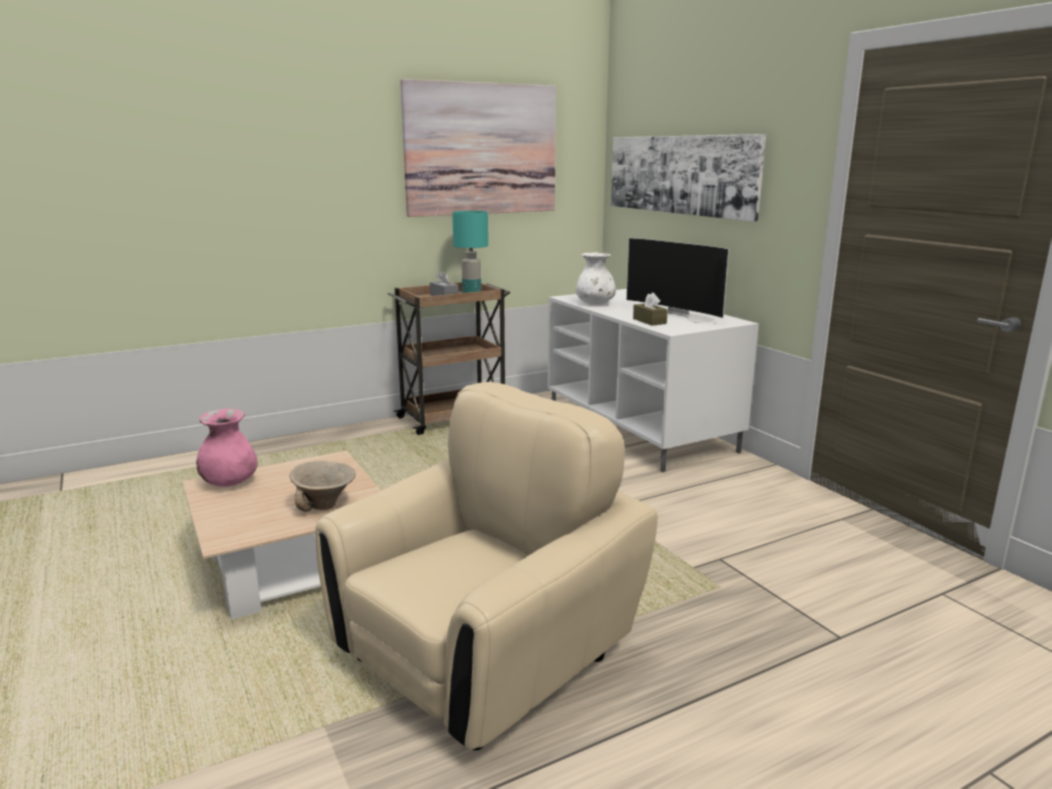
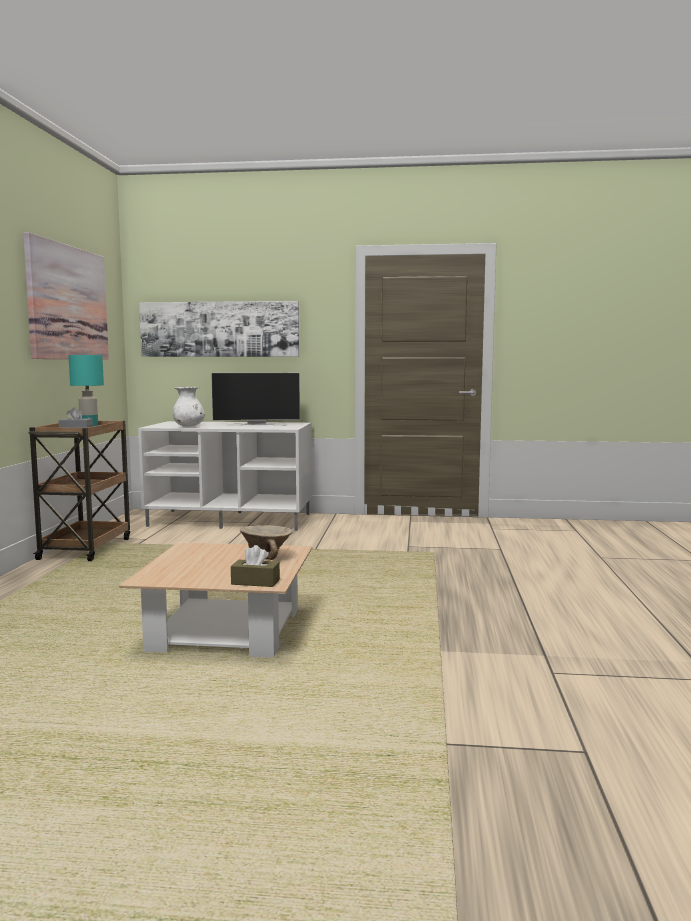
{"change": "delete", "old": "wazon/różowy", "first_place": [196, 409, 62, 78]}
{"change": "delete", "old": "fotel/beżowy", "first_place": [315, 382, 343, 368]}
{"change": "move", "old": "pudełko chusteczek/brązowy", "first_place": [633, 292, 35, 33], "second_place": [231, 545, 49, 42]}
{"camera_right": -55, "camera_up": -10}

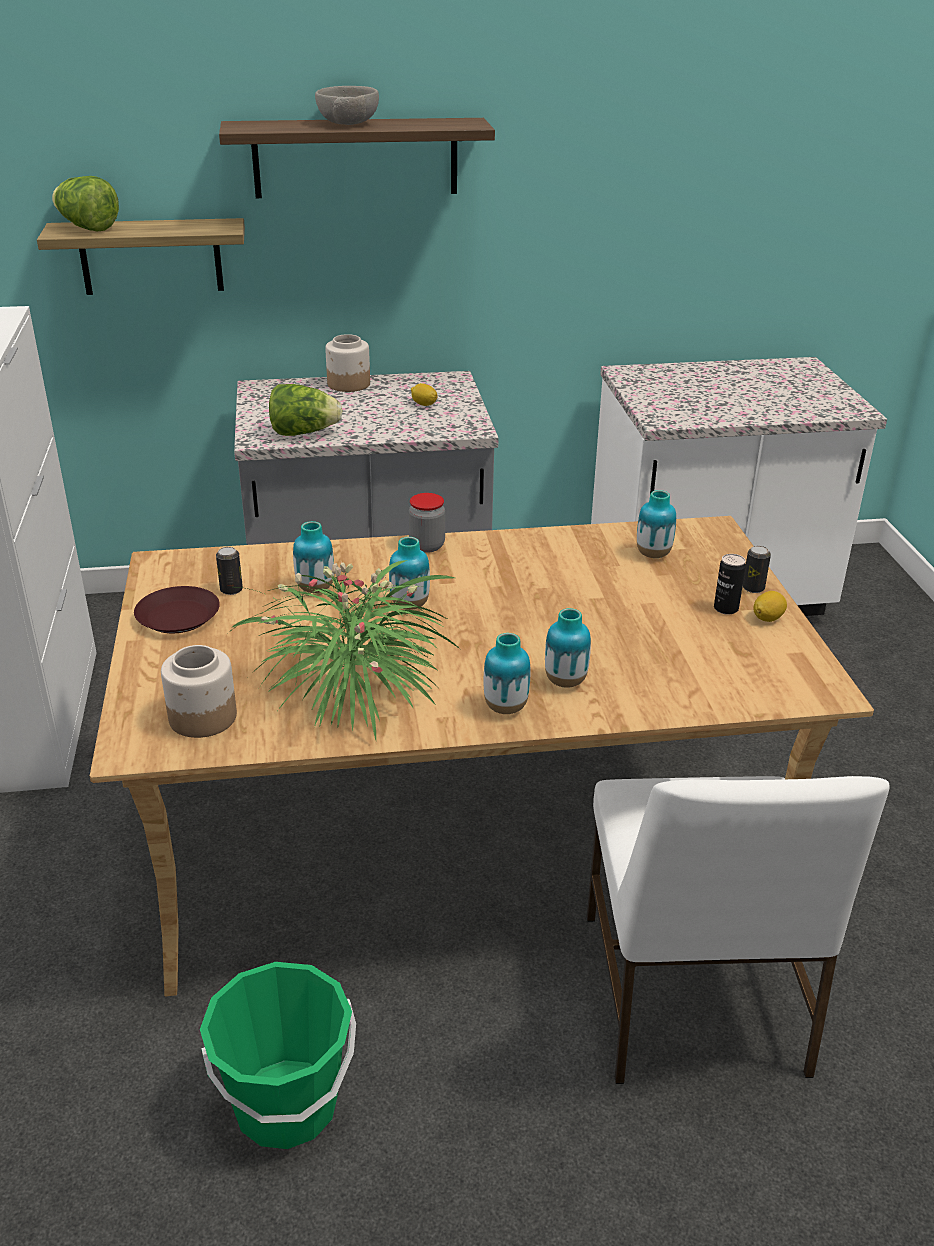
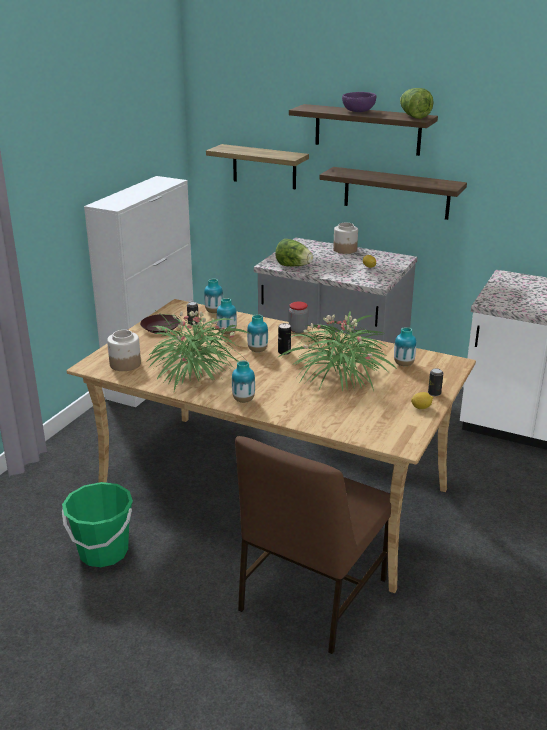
{"change": "move", "old": "sałata", "first_place": [52, 176, 67, 56], "second_place": [400, 88, 34, 31]}
{"change": "recolor", "old": "miska/szary", "new": "miska/fioletowy", "first_place": [315, 86, 64, 39], "second_place": [342, 92, 34, 20]}
{"change": "move", "old": "wazon", "first_place": [545, 608, 46, 80], "second_place": [204, 279, 19, 34]}
{"change": "recolor", "old": "krzesło/biały", "new": "krzesło/brązowy", "first_place": [587, 776, 303, 308], "second_place": [235, 436, 156, 218]}
{"change": "move", "old": "puszka", "first_place": [714, 554, 32, 61], "second_place": [278, 323, 13, 32]}
{"change": "insert", "new": "roślina doniczkowa", "second_place": [277, 311, 121, 80]}
{"change": "insert", "new": "półka", "second_place": [319, 167, 148, 53]}
{"camera_right": 35, "camera_up": -5}

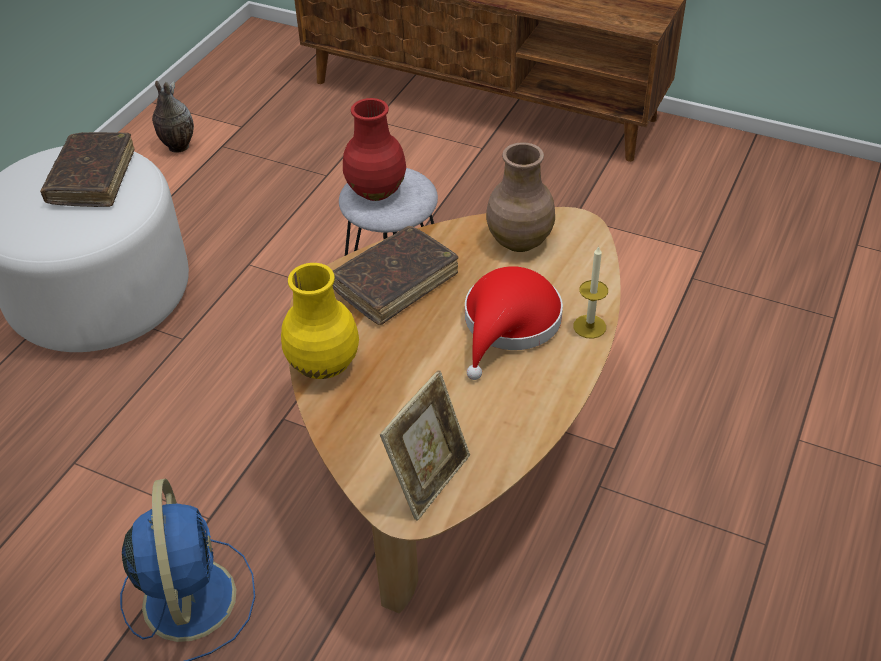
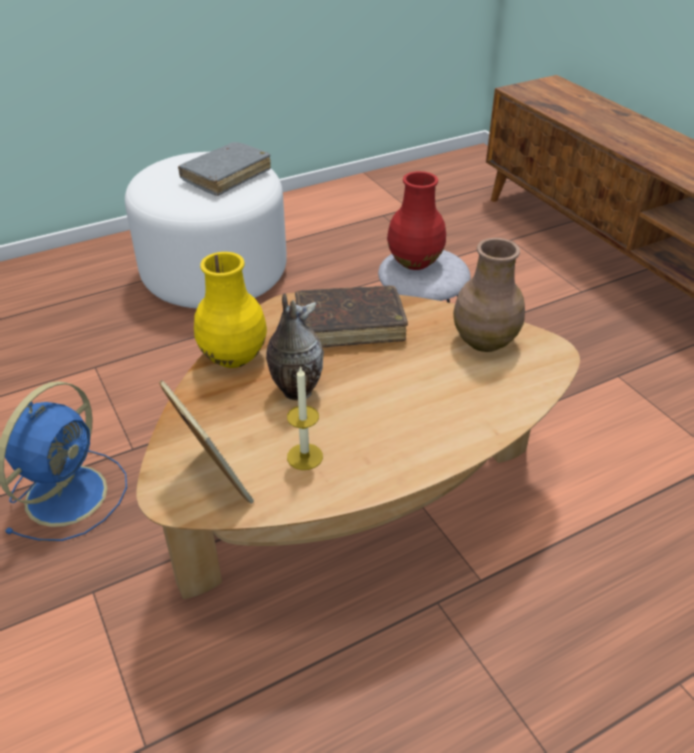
{"change": "recolor", "old": "książka/brązowy", "new": "książka/szary", "first_place": [40, 132, 94, 75], "second_place": [178, 142, 93, 54]}
{"change": "move", "old": "wazon", "first_place": [152, 81, 42, 72], "second_place": [266, 293, 58, 107]}
{"change": "rotate", "old": "ramka na zdjęcie", "first_place": [380, 370, 90, 151], "second_place": [159, 380, 95, 124], "degrees": -105}
{"change": "delete", "old": "kapelusz/czerwony", "first_place": [465, 266, 98, 114]}
{"change": "move", "old": "świeca", "first_place": [573, 246, 35, 93], "second_place": [287, 366, 36, 104]}
{"camera_right": 35, "camera_up": -5}

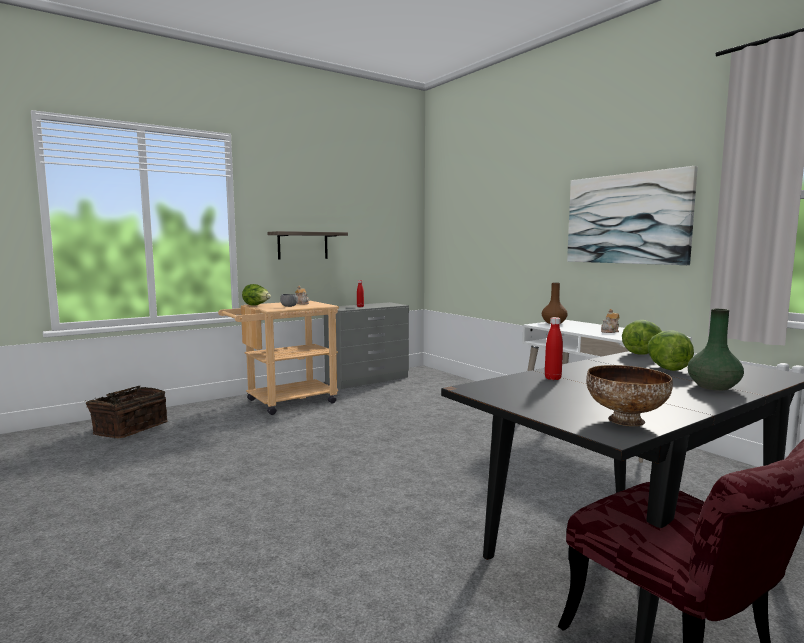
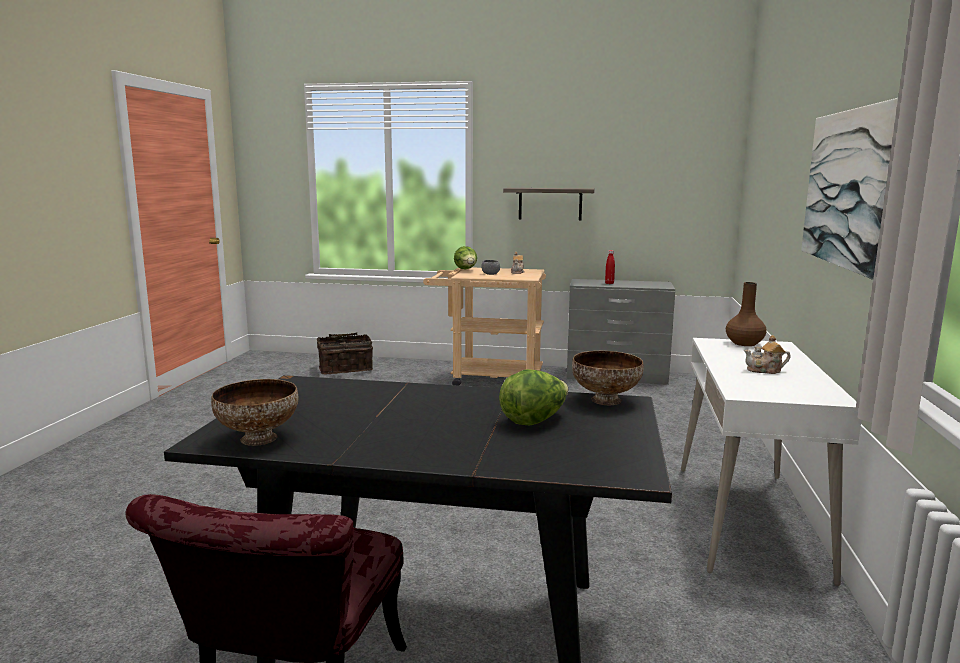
{"change": "delete", "old": "butelka/czerwony", "first_place": [545, 317, 18, 63]}
{"change": "replace", "old": "sałata", "new": "miska", "first_place": [622, 320, 40, 35], "second_place": [572, 351, 72, 54]}
{"change": "delete", "old": "wazon/zielony", "first_place": [688, 308, 56, 83]}
{"camera_right": 45, "camera_up": 5}

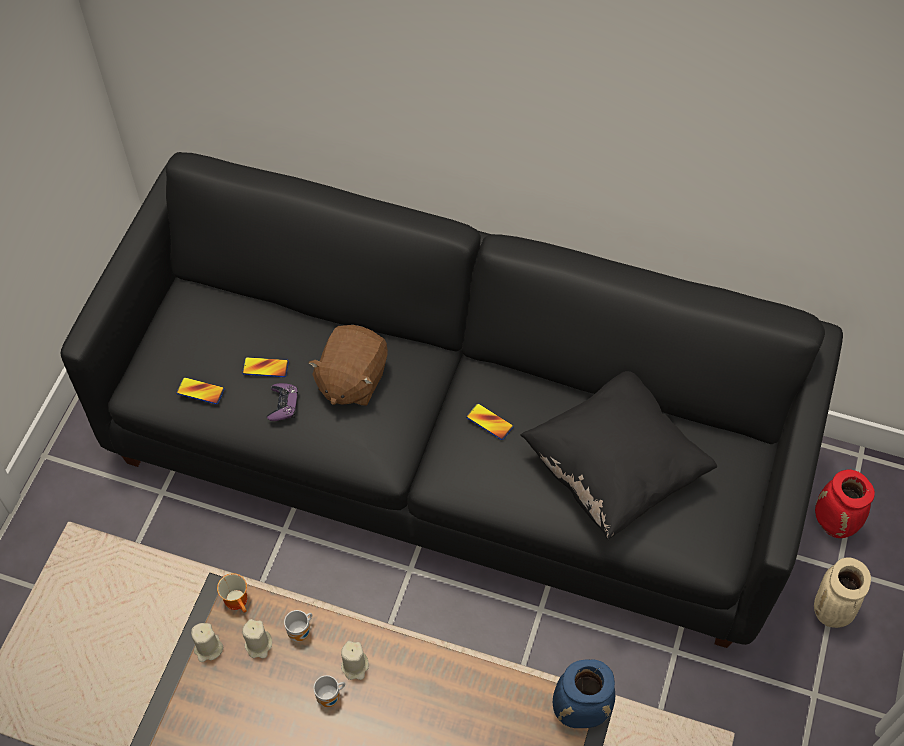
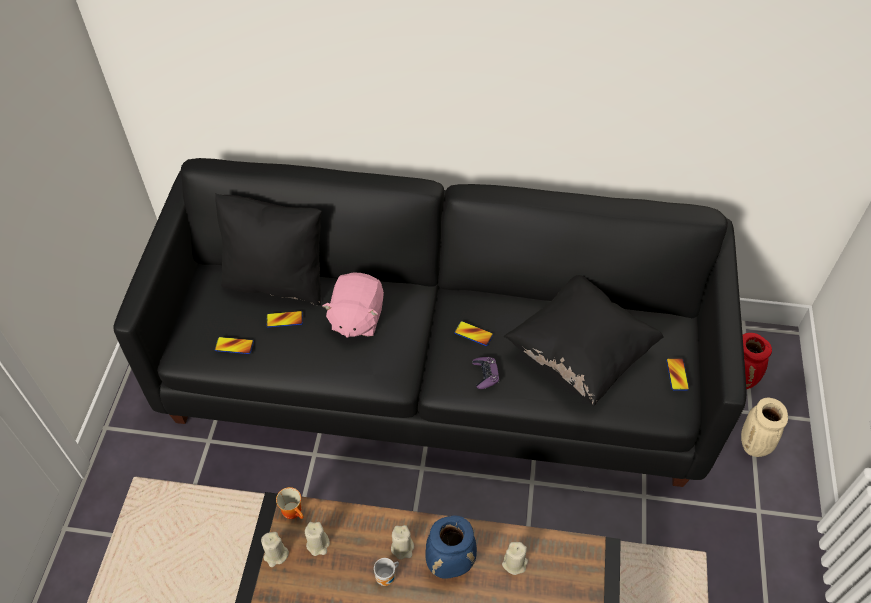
{"change": "move", "old": "pad do gier/fioletowy", "first_place": [267, 383, 31, 38], "second_place": [472, 357, 28, 32]}
{"change": "delete", "old": "kubek", "first_place": [284, 610, 28, 32]}
{"change": "recolor", "old": "pluszak/brązowy", "new": "pluszak/różowy", "first_place": [308, 325, 80, 81], "second_place": [322, 272, 62, 66]}
{"change": "move", "old": "wazon/niebieski", "first_place": [553, 659, 62, 69], "second_place": [425, 516, 52, 63]}
{"change": "insert", "new": "poduszka/czarny", "second_place": [215, 193, 107, 112]}
{"change": "insert", "new": "świeca/beżowy", "second_place": [502, 542, 26, 33]}
{"change": "insert", "new": "telefon", "second_place": [666, 358, 23, 32]}
{"camera_right": -10, "camera_up": -5}

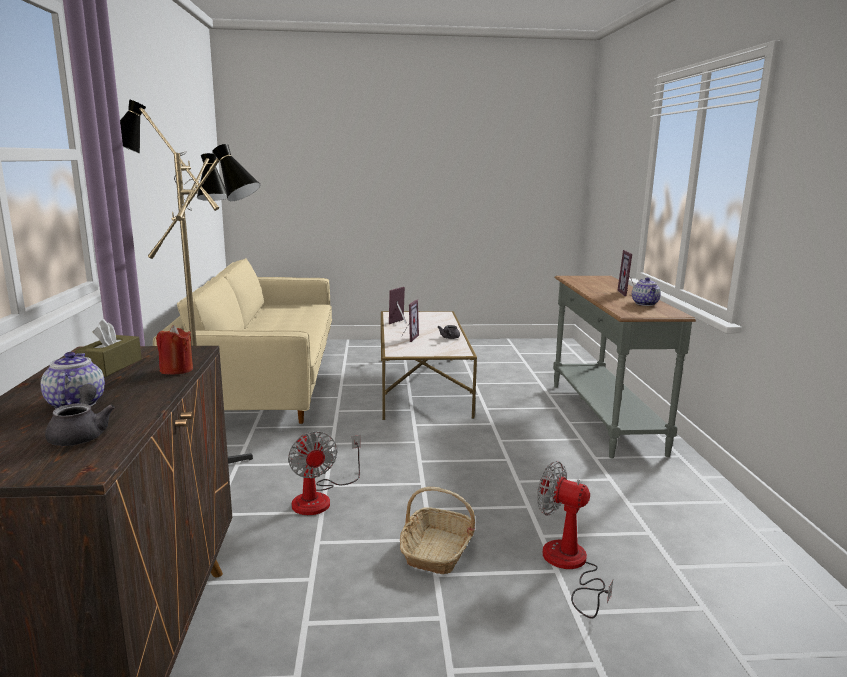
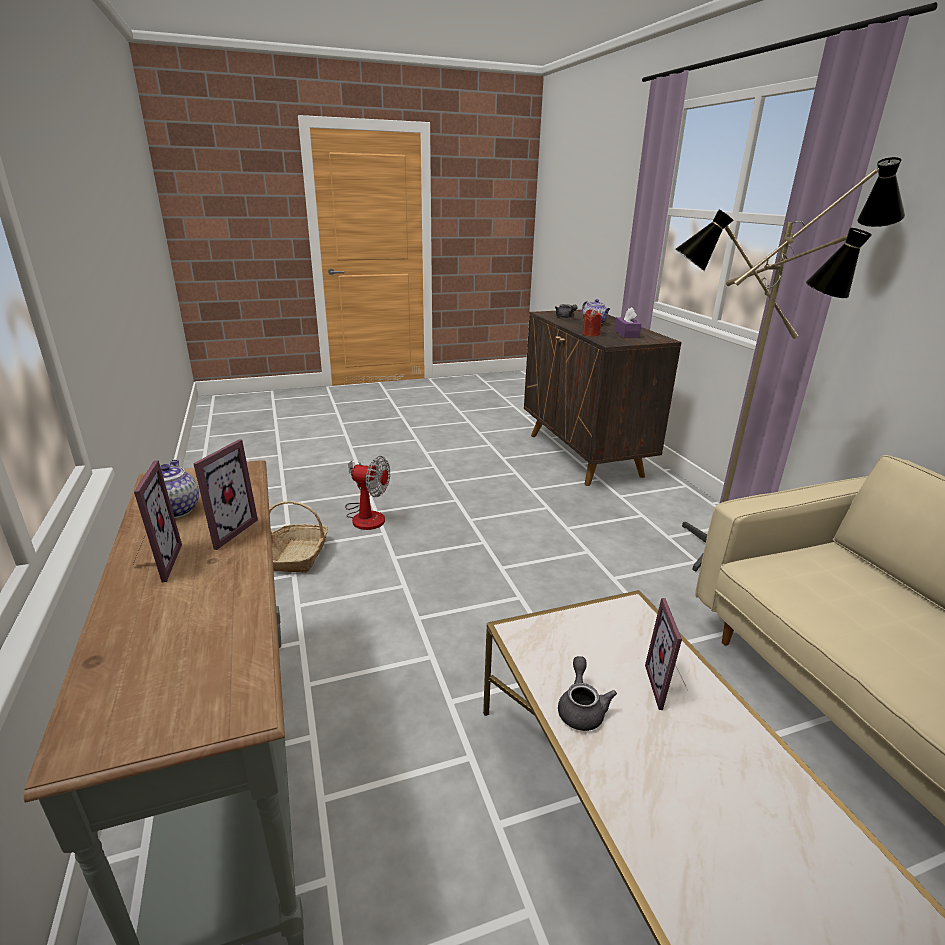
{"change": "recolor", "old": "pudełko chusteczek/brązowy", "new": "pudełko chusteczek/fioletowy", "first_place": [75, 319, 67, 58], "second_place": [615, 307, 26, 31]}
{"change": "delete", "old": "wentylator", "first_place": [288, 431, 73, 84]}
{"change": "move", "old": "ramka na zdjęcie", "first_place": [389, 287, 18, 37], "second_place": [193, 439, 65, 111]}
{"change": "move", "old": "koszyk", "first_place": [400, 487, 75, 87], "second_place": [269, 501, 59, 72]}
{"camera_right": 165, "camera_up": 10}

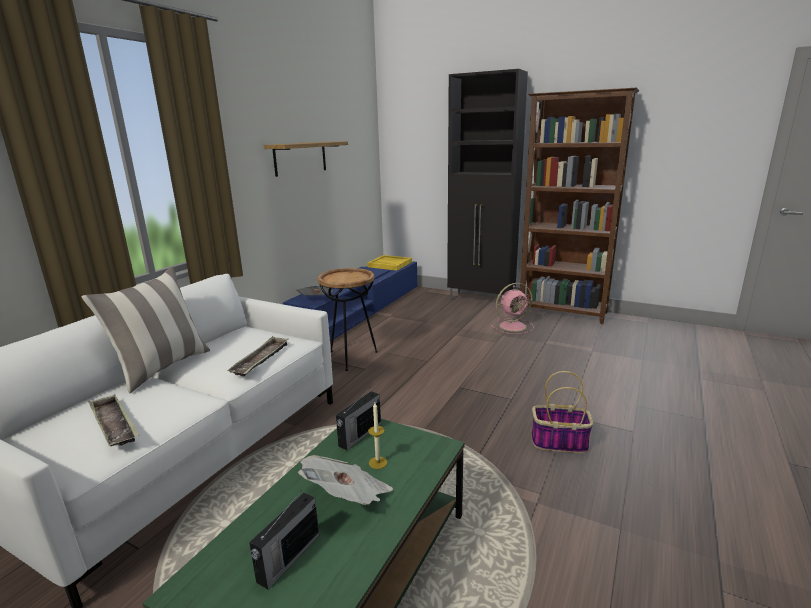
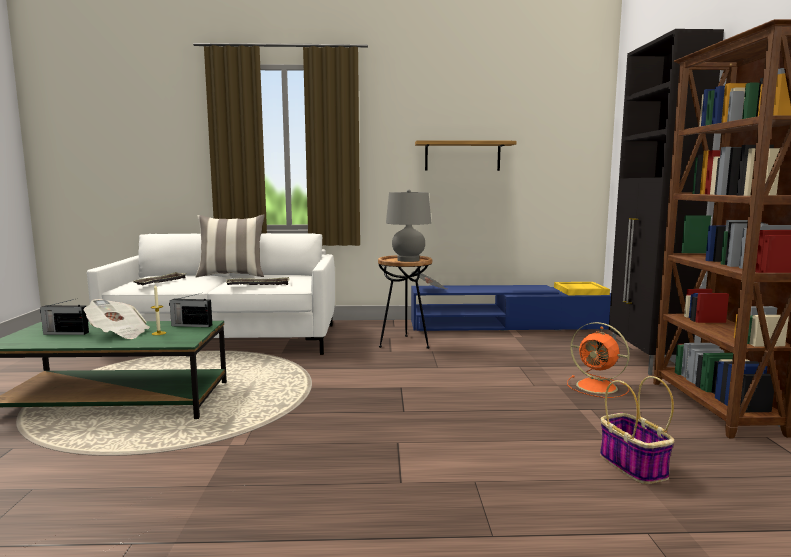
{"change": "recolor", "old": "wentylator/różowy", "new": "wentylator/pomarańczowy", "first_place": [491, 283, 43, 51], "second_place": [567, 322, 63, 76]}
{"change": "move", "old": "koszyk", "first_place": [531, 371, 62, 82], "second_place": [600, 376, 74, 108]}
{"change": "insert", "new": "lampa stołowa/szary", "second_place": [386, 189, 45, 73]}
{"camera_right": 60, "camera_up": -10}

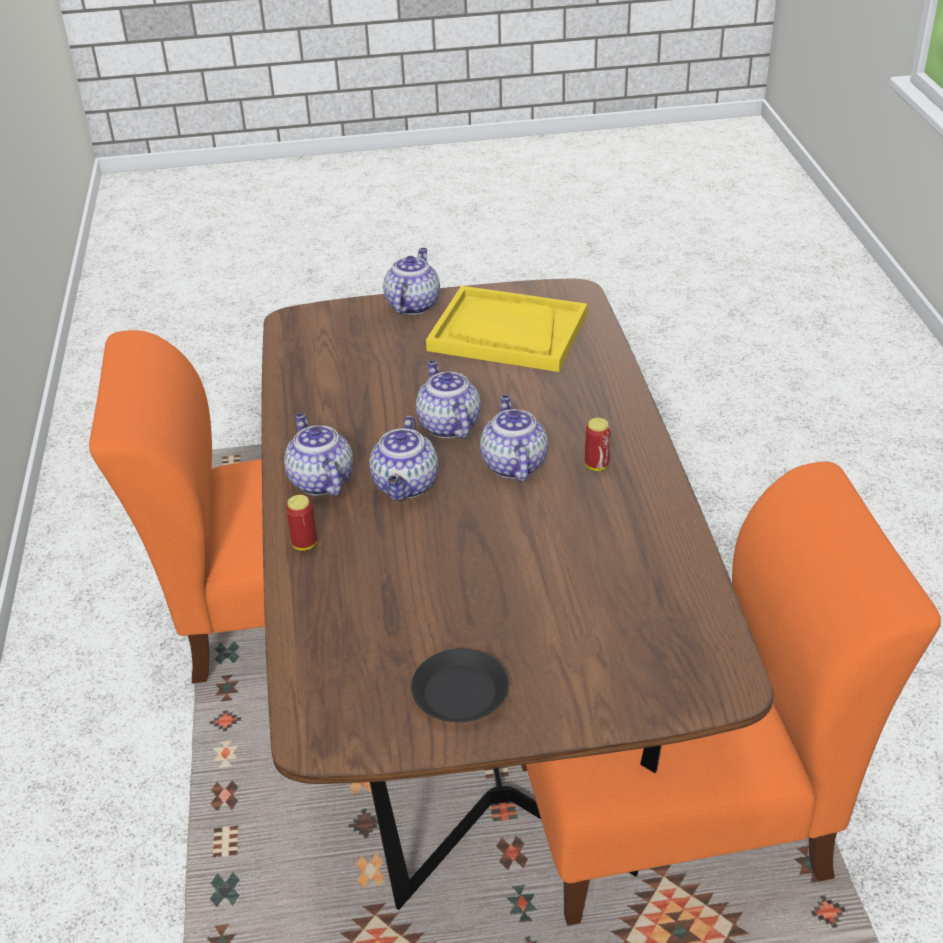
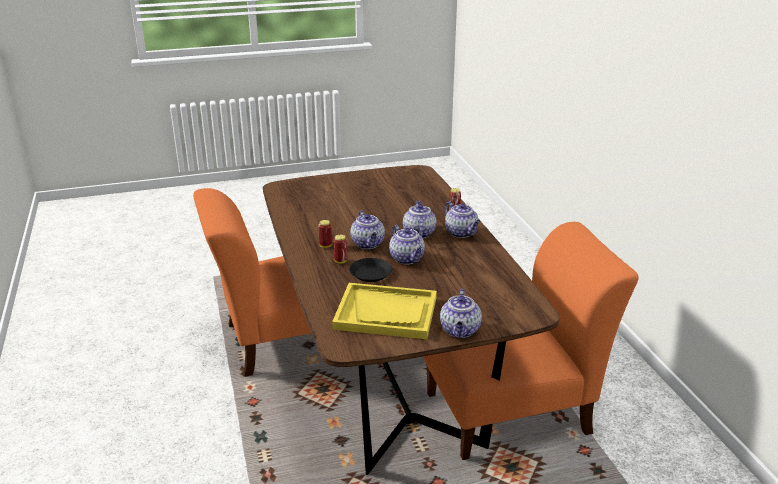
{"change": "move", "old": "talerz/czarny", "first_place": [411, 649, 97, 73], "second_place": [349, 258, 44, 24]}
{"change": "insert", "new": "puszka", "second_place": [334, 235, 13, 29]}
{"camera_right": 170, "camera_up": -10}

